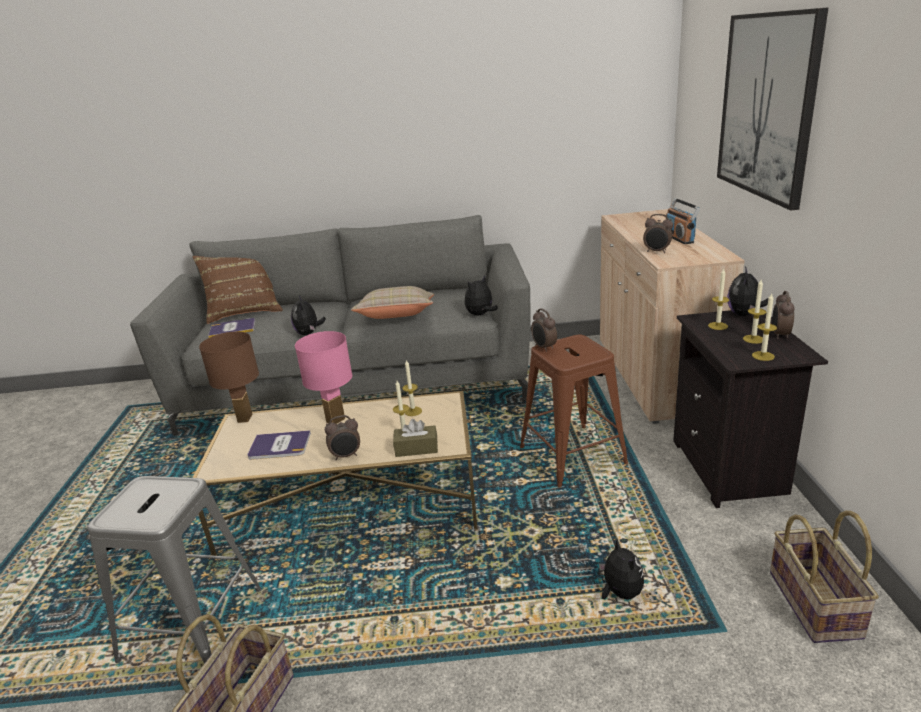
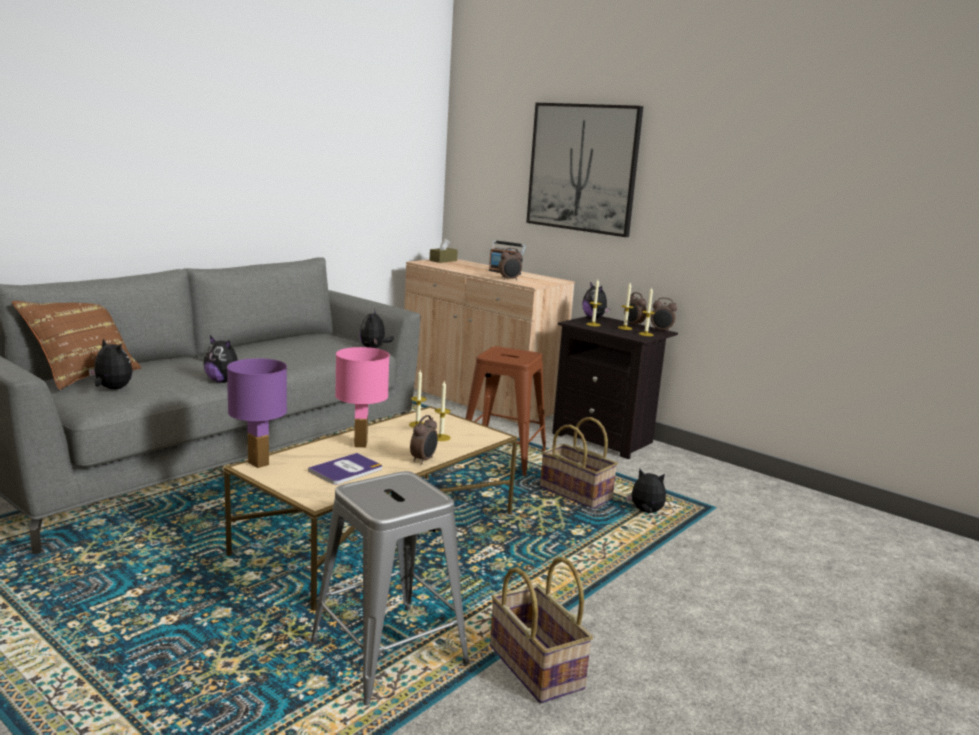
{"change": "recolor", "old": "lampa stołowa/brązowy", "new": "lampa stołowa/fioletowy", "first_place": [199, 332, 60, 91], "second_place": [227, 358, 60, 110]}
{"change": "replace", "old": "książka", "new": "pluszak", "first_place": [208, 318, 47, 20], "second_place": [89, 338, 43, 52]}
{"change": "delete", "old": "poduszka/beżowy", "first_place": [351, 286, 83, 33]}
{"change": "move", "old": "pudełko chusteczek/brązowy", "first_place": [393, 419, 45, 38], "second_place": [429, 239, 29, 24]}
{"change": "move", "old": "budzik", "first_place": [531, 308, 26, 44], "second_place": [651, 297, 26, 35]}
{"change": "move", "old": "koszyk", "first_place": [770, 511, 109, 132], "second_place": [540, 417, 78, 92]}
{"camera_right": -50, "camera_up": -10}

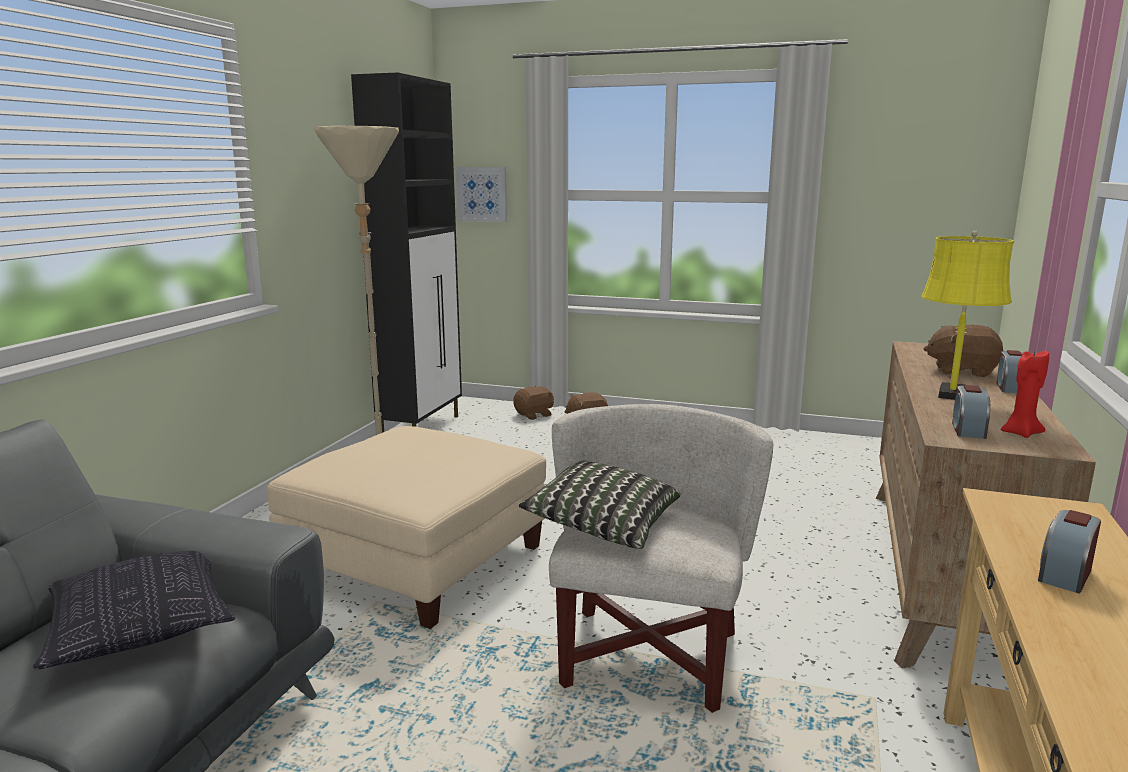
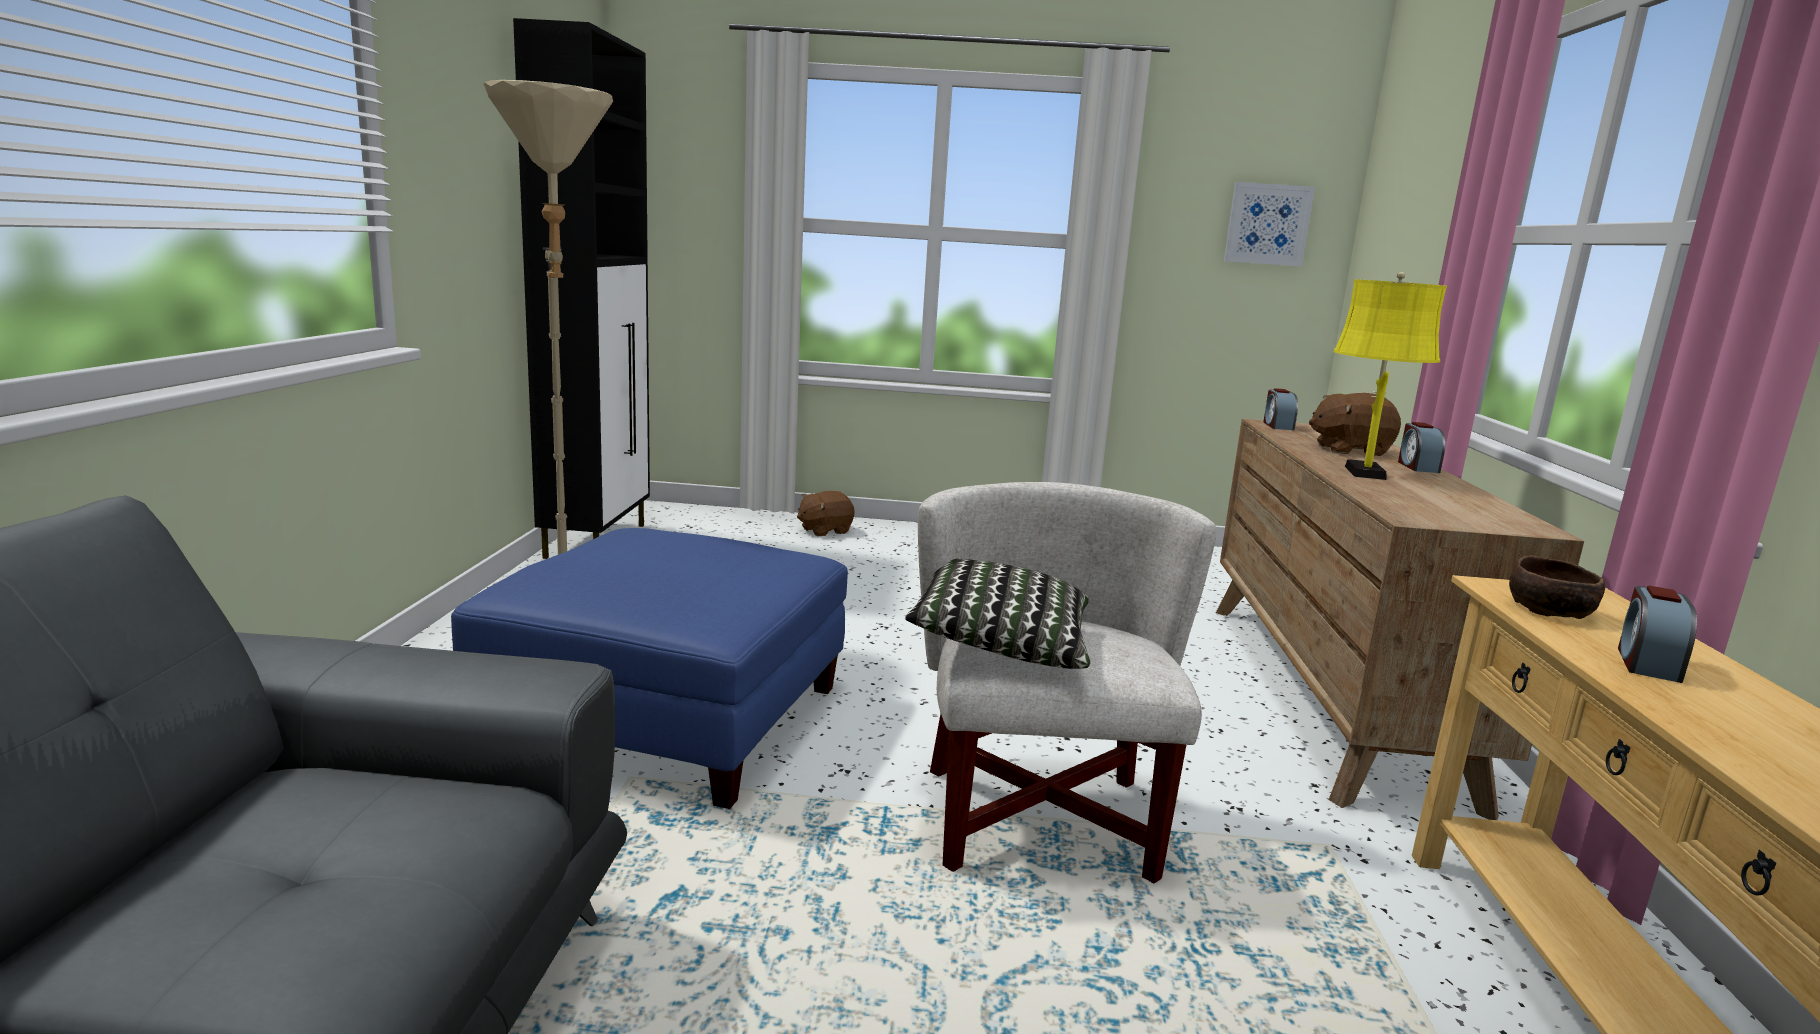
{"change": "delete", "old": "poduszka", "first_place": [33, 551, 202, 118]}
{"change": "recolor", "old": "pufa/beżowy", "new": "pufa/niebieski", "first_place": [267, 426, 279, 203], "second_place": [451, 528, 397, 281]}
{"change": "move", "old": "obraz", "first_place": [456, 167, 51, 55], "second_place": [1224, 182, 91, 84]}
{"change": "delete", "old": "pluszak/brązowy", "first_place": [513, 386, 41, 34]}
{"change": "move", "old": "budzik", "first_place": [952, 385, 38, 54], "second_place": [1263, 388, 35, 42]}
{"change": "delete", "old": "świeca/czerwony", "first_place": [1001, 351, 48, 87]}
{"change": "insert", "new": "miska/brązowy", "second_place": [1509, 556, 96, 63]}
{"camera_right": -15, "camera_up": 0}

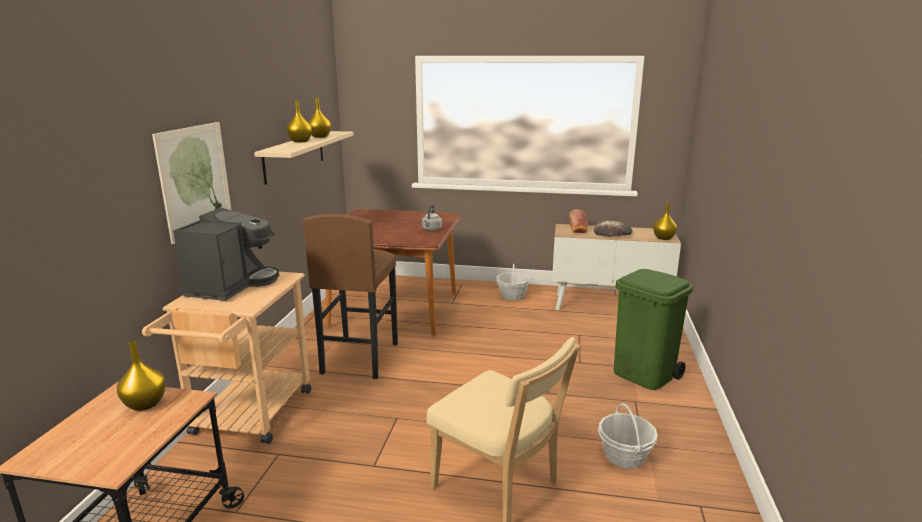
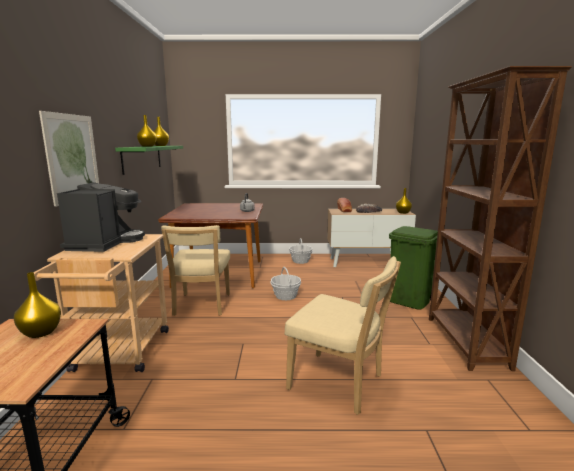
{"change": "recolor", "old": "półka/beżowy", "new": "półka/zielony", "first_place": [254, 131, 100, 54], "second_place": [115, 146, 68, 29]}
{"change": "replace", "old": "stołek/brązowy", "new": "krzesło/beżowy", "first_place": [303, 214, 95, 165], "second_place": [161, 225, 69, 91]}
{"change": "move", "old": "koszyk", "first_place": [598, 403, 60, 66], "second_place": [270, 267, 31, 33]}
{"change": "insert", "new": "regał/brązowy", "second_place": [429, 66, 143, 305]}
{"camera_right": -10, "camera_up": -5}

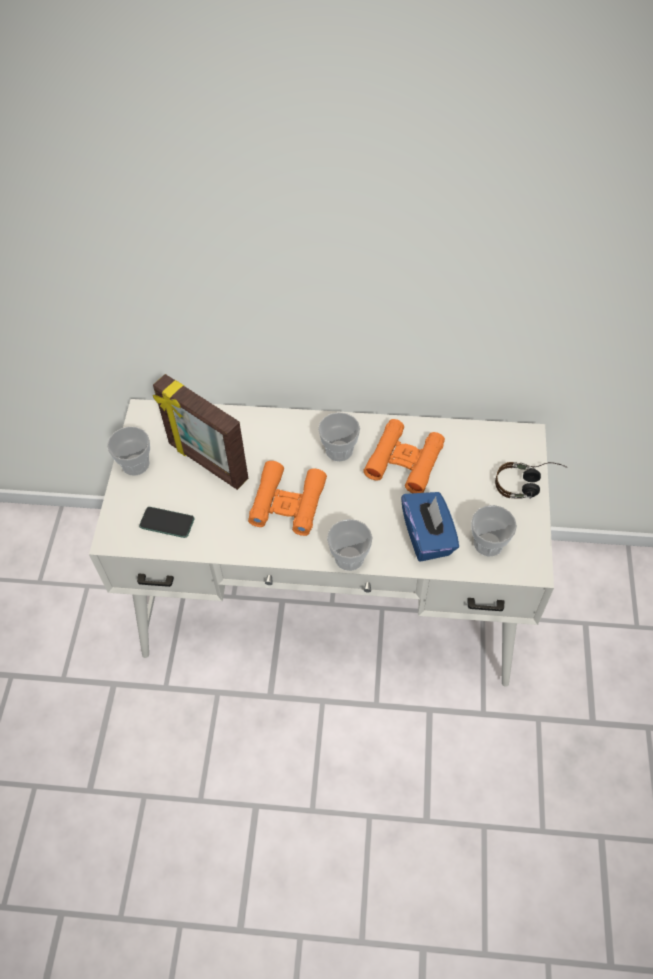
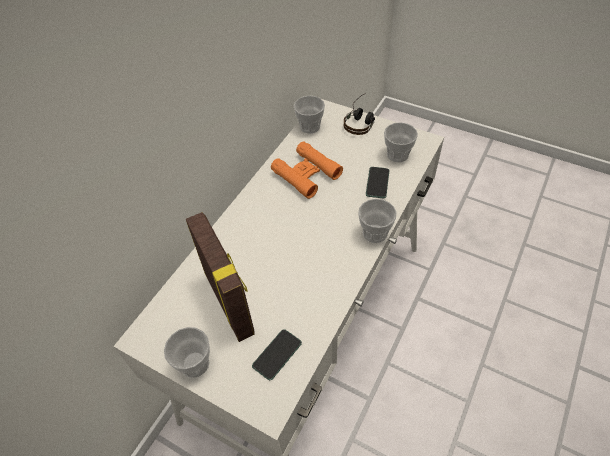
{"change": "rotate", "old": "ramka na zdjęcie", "first_place": [153, 374, 95, 116], "second_place": [186, 212, 69, 130], "degrees": -90}
{"change": "delete", "old": "lornetka/pomarańczowy", "first_place": [248, 461, 79, 75]}
{"change": "move", "old": "filiżanka", "first_place": [318, 412, 42, 49], "second_place": [294, 96, 31, 37]}
{"change": "replace", "old": "pudełko chusteczek/niebieski", "new": "telefon", "first_place": [401, 492, 58, 70], "second_place": [366, 167, 23, 31]}
{"camera_right": -65, "camera_up": -5}

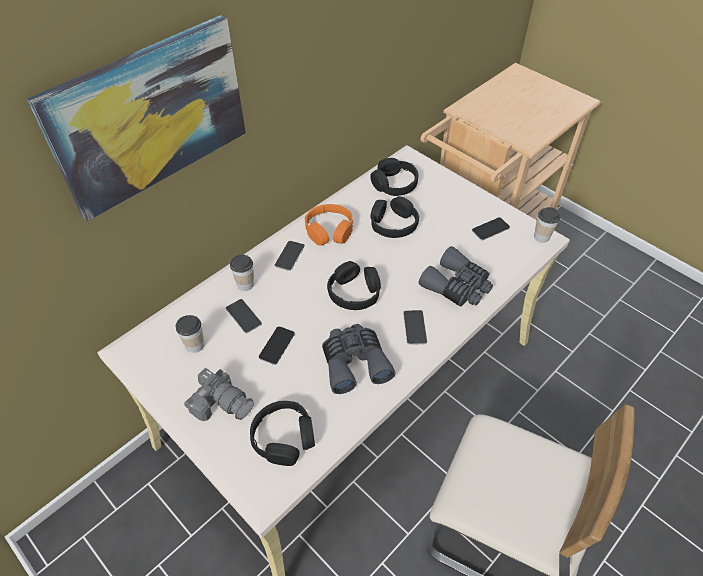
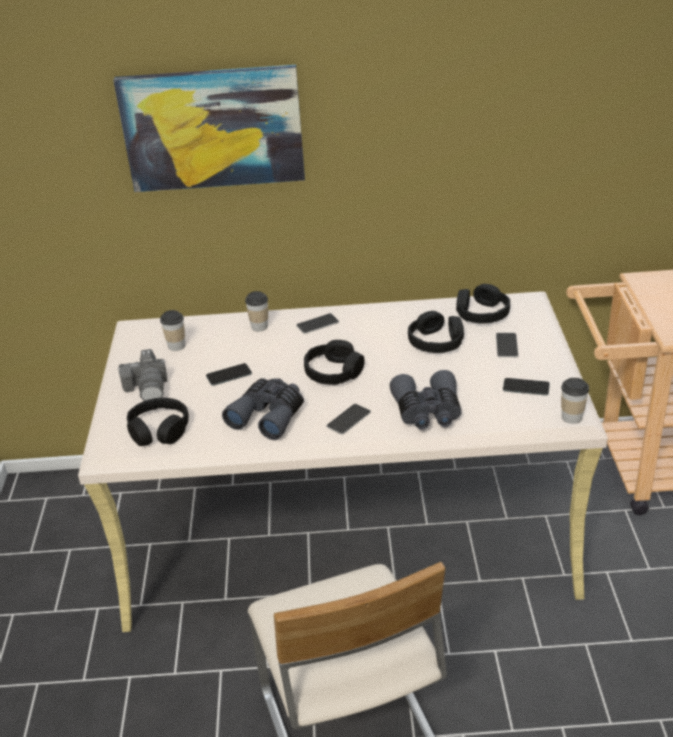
{"change": "move", "old": "telefon", "first_place": [226, 299, 36, 35], "second_place": [496, 333, 22, 24]}
{"change": "delete", "old": "słuchawki/pomarańczowy", "first_place": [305, 204, 48, 42]}
{"camera_right": 45, "camera_up": -15}

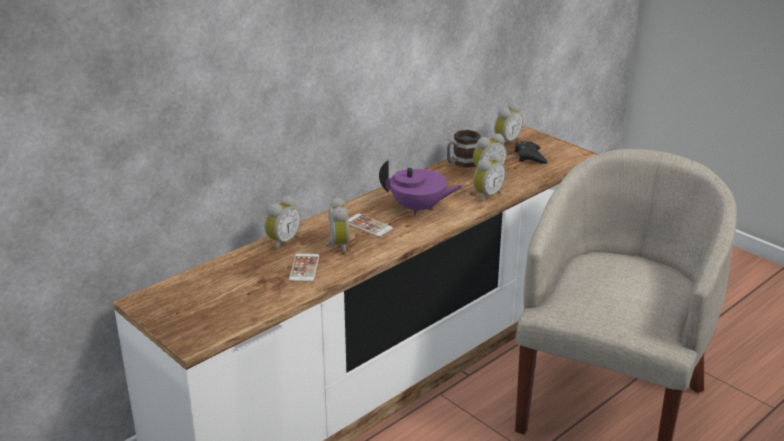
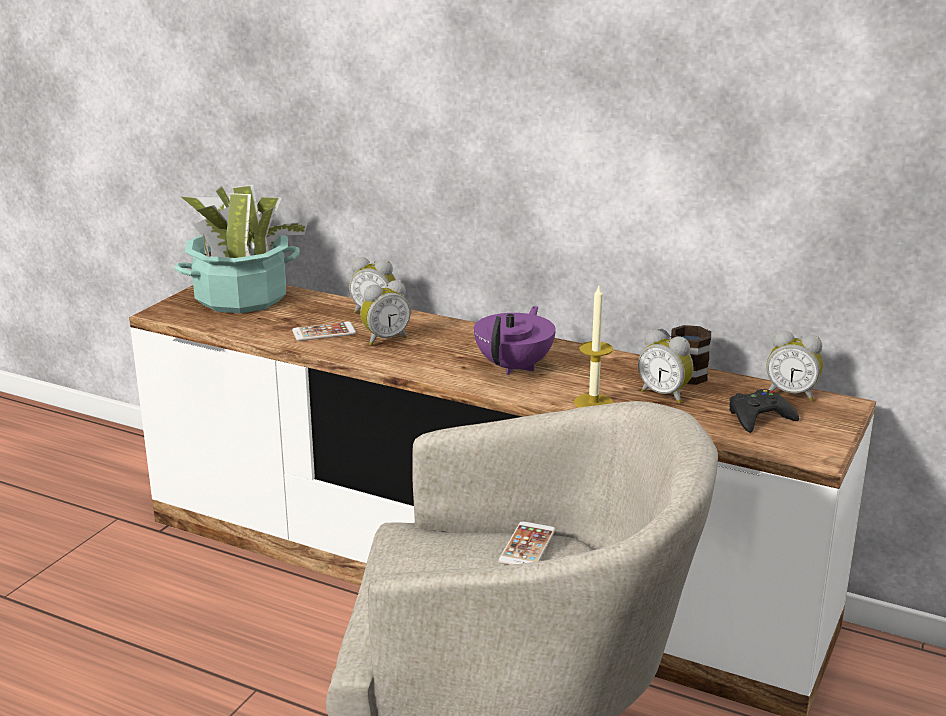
{"change": "move", "old": "telefon", "first_place": [349, 214, 44, 23], "second_place": [498, 521, 57, 44]}
{"change": "rotate", "old": "imbryk/fioletowy", "first_place": [379, 160, 84, 55], "second_place": [474, 306, 82, 69], "degrees": -150}
{"change": "replace", "old": "budzik", "new": "świeca", "first_place": [473, 153, 33, 49], "second_place": [574, 286, 39, 122]}
{"change": "insert", "new": "roślina doniczkowa", "second_place": [175, 185, 133, 128]}
{"camera_right": 70, "camera_up": -5}

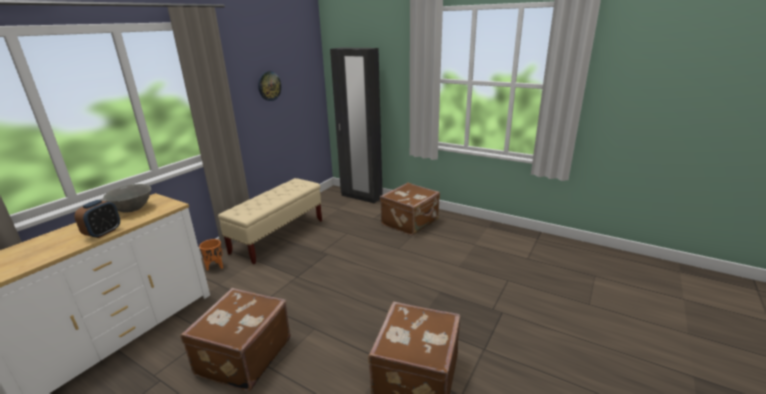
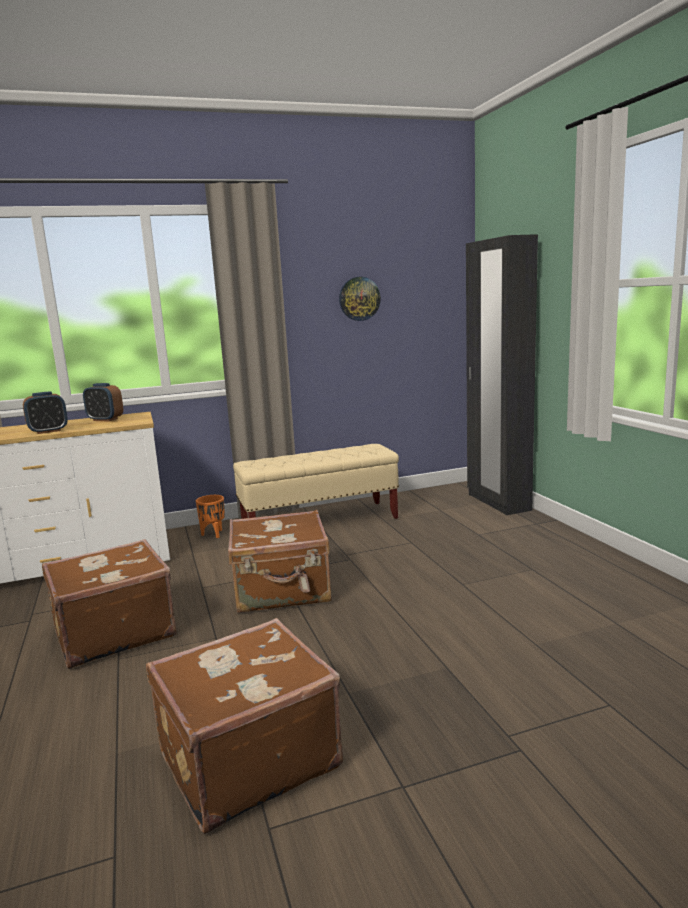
{"change": "replace", "old": "miska/szary", "new": "budzik", "first_place": [103, 184, 48, 29], "second_place": [83, 383, 40, 38]}
{"change": "move", "old": "walizka/brązowy", "first_place": [380, 182, 60, 54], "second_place": [228, 510, 103, 103]}
{"camera_right": 40, "camera_up": -10}

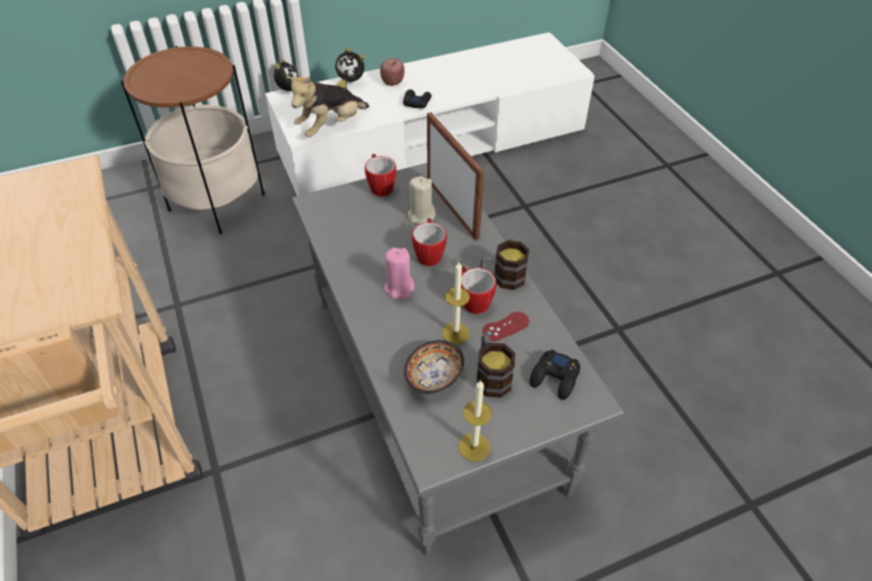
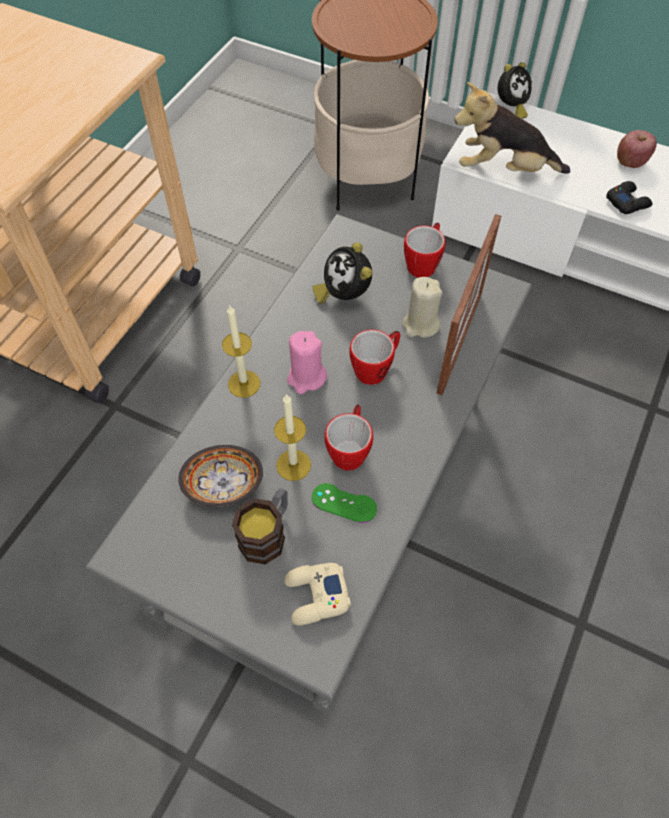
{"change": "move", "old": "budzik", "first_place": [335, 47, 30, 42], "second_place": [313, 242, 59, 62]}
{"change": "move", "old": "świeca", "first_place": [459, 380, 33, 82], "second_place": [222, 306, 38, 92]}
{"change": "delete", "old": "kubek", "first_place": [480, 240, 49, 50]}
{"change": "recolor", "old": "pad do gier/czerwony", "new": "pad do gier/zielony", "first_place": [483, 312, 46, 29], "second_place": [312, 483, 65, 40]}
{"change": "recolor", "old": "pad do gier/czarny", "new": "pad do gier/beżowy", "first_place": [530, 349, 50, 51], "second_place": [284, 563, 67, 63]}
{"camera_right": 50, "camera_up": 10}

